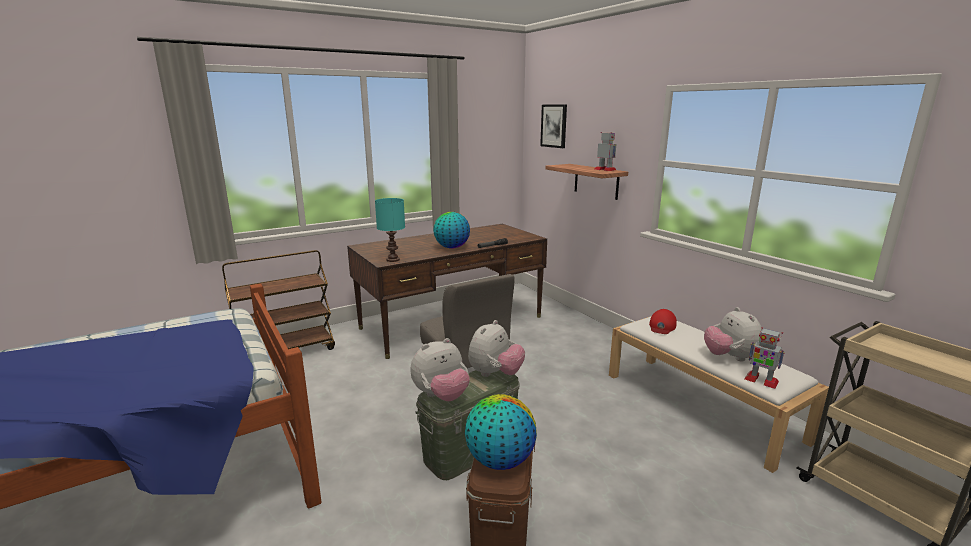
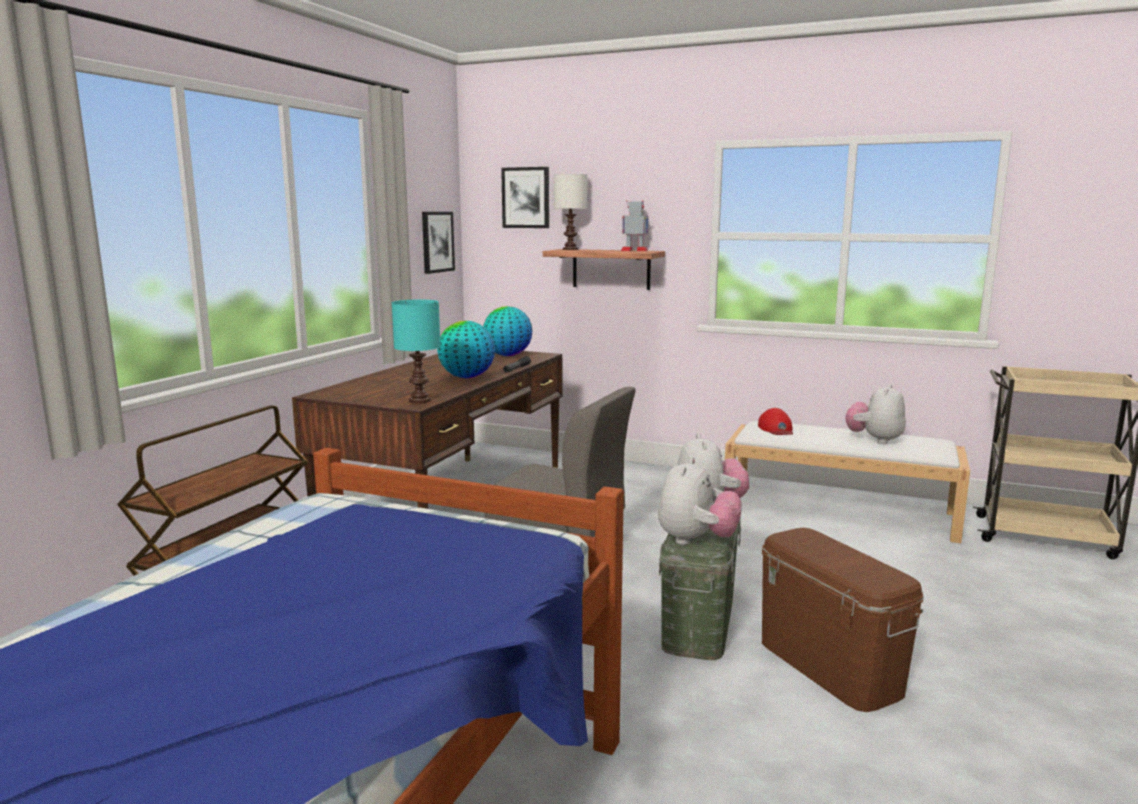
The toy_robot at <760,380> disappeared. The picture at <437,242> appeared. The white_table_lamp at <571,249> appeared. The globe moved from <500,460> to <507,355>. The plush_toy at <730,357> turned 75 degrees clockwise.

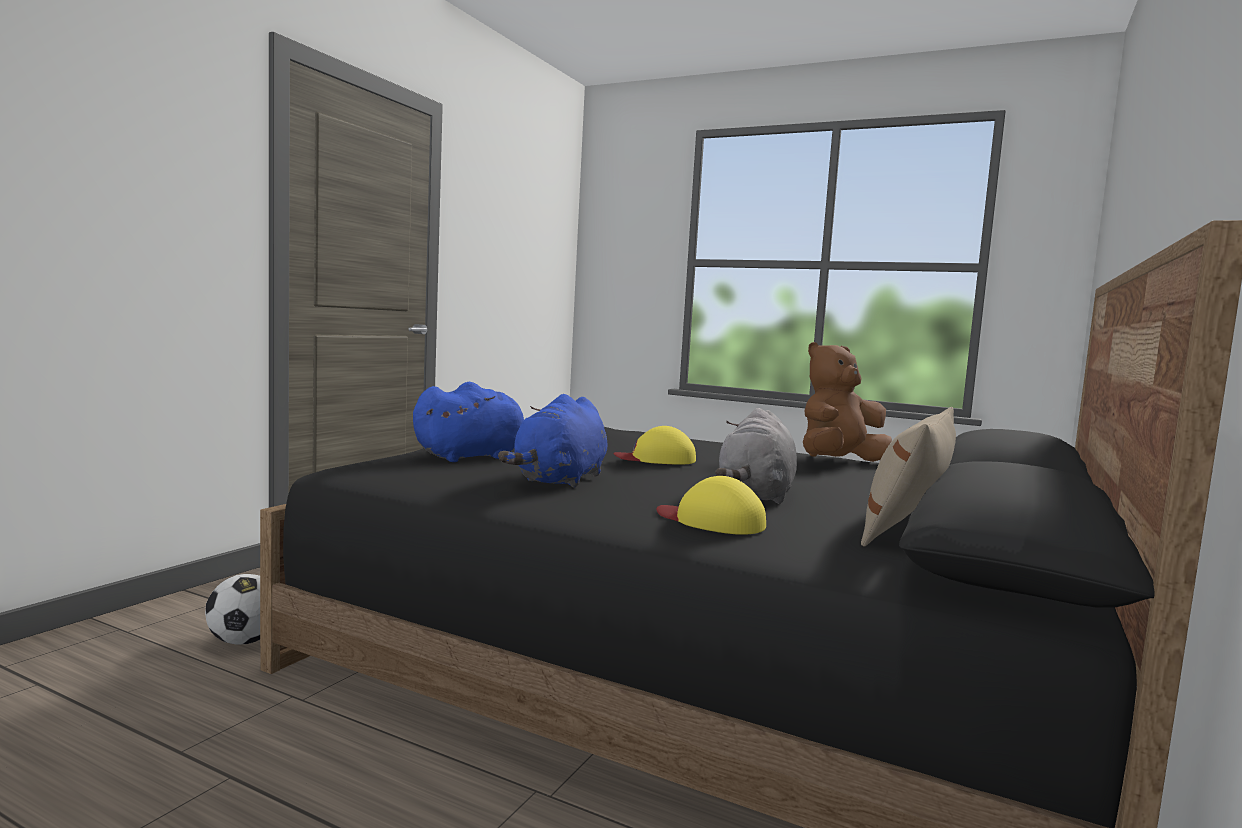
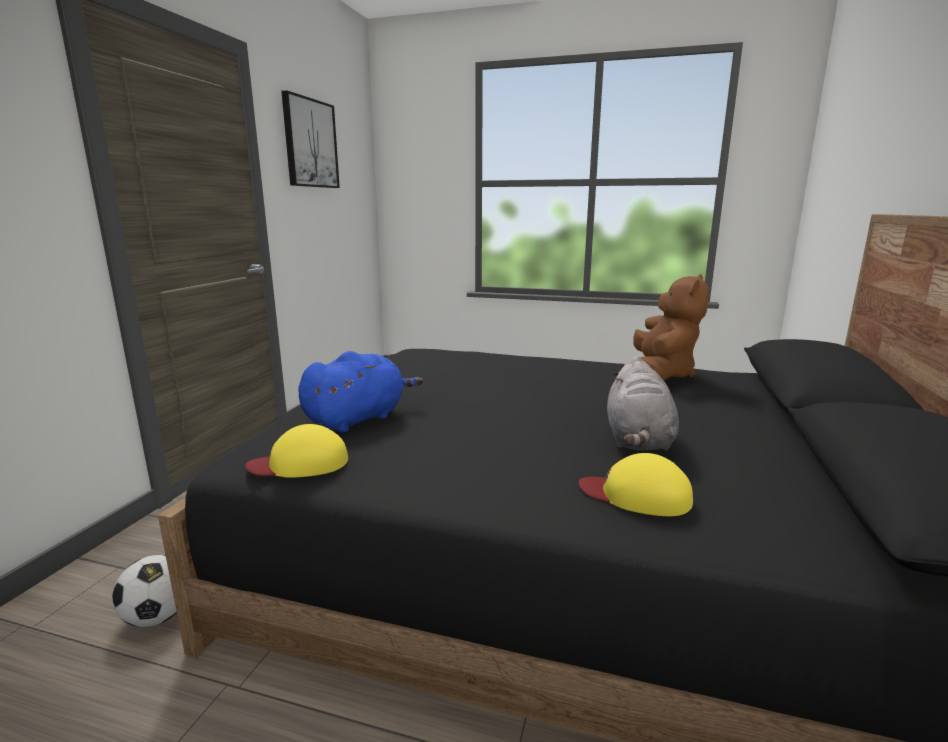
The blue_plush_toy at <560,480> disappeared. The beige_pillow at <907,523> disappeared. The picture at <310,143> appeared. The yellow_cap moved from <656,459> to <300,463>. The brown_plush_toy at <839,462> turned 150 degrees clockwise.

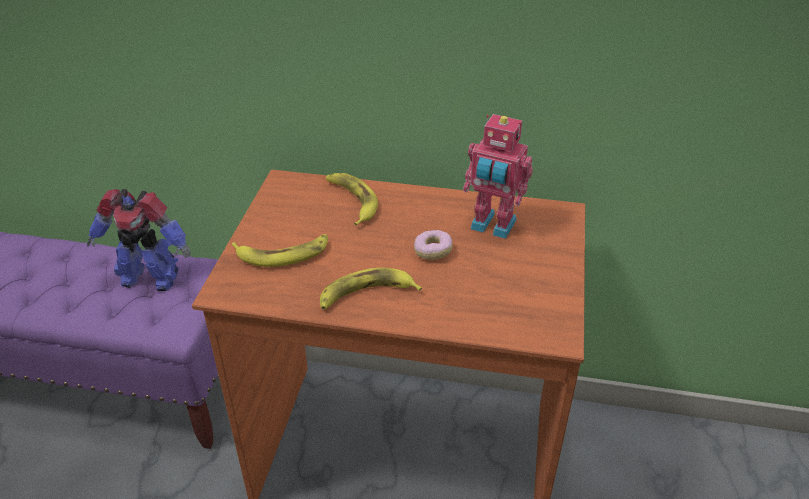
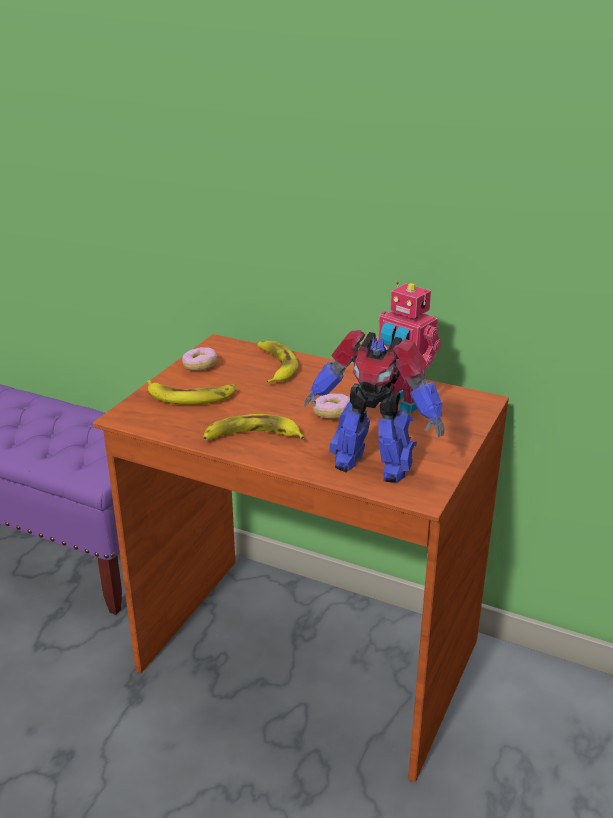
The donut at <200,366> appeared. The toy_robot moved from <150,277> to <372,463>.

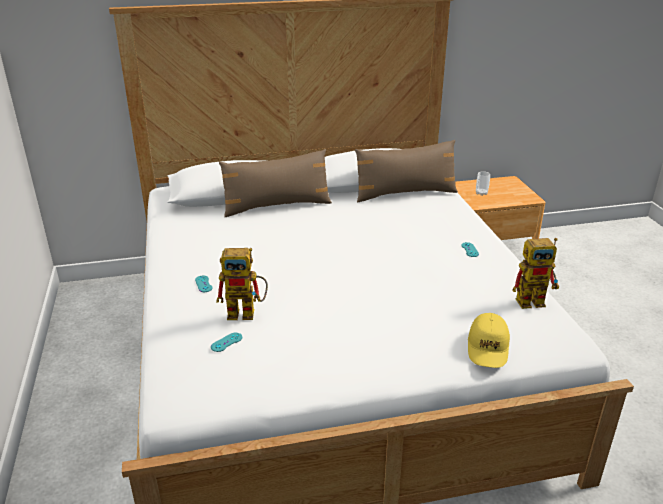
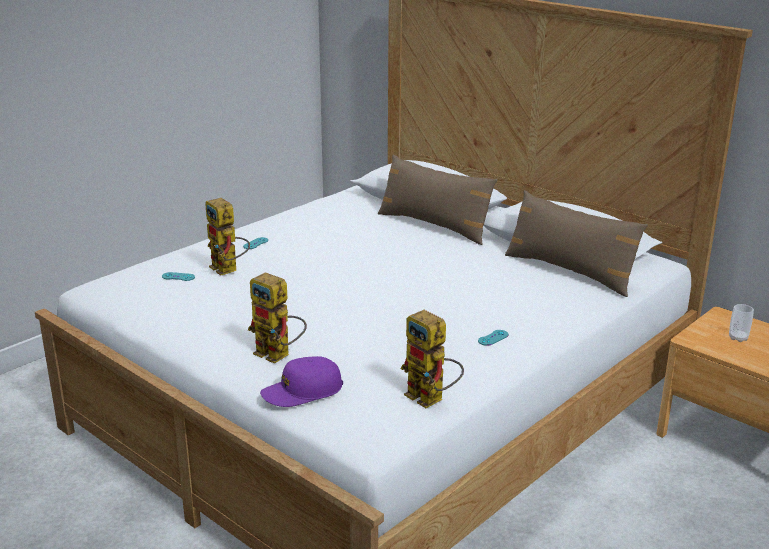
The toy_robot at <279,355> appeared. The yellow_cap at <488,347> became the purple_cap at <302,392>.

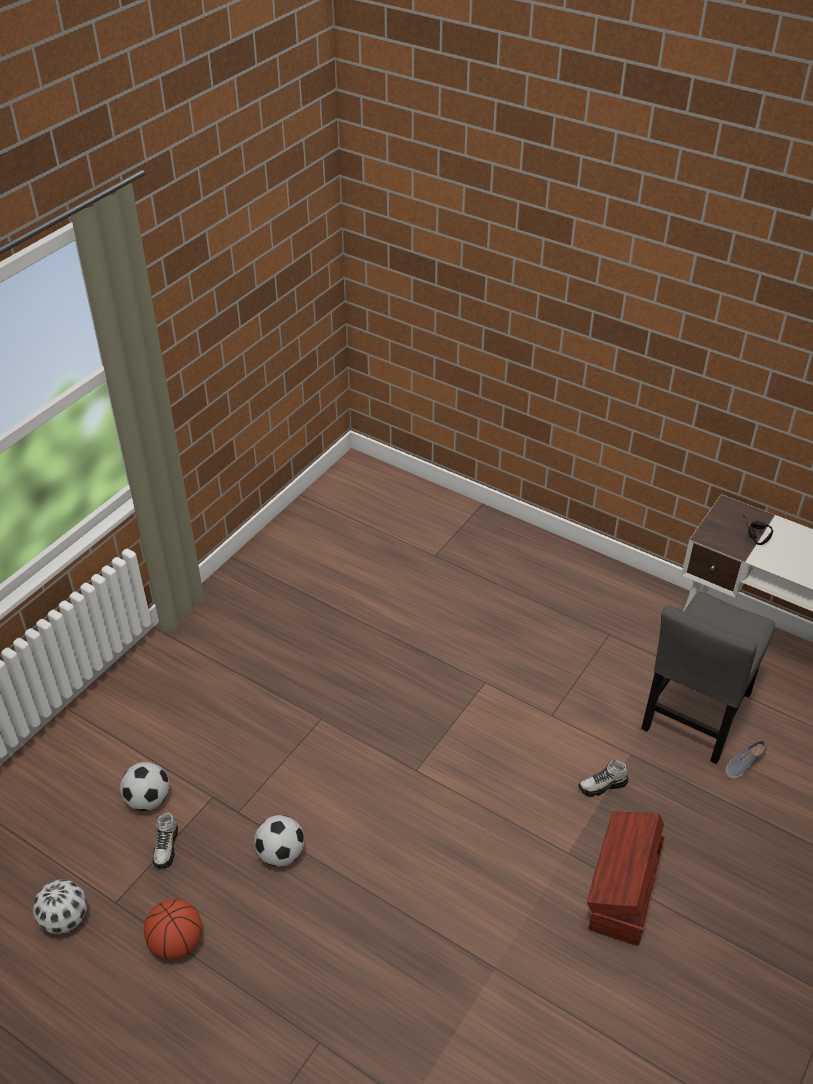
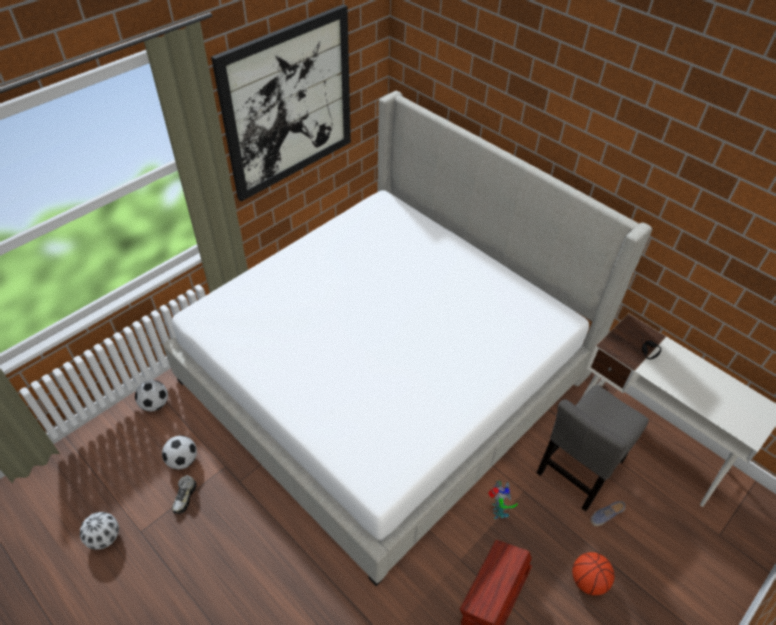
The bed at <385,377> appeared. The picture at <288,104> appeared. The basketball moved from <177,943> to <588,581>. The football moved from <281,854> to <155,404>. The shoe at <602,785> was replaced by the toy_robot at <497,512>.

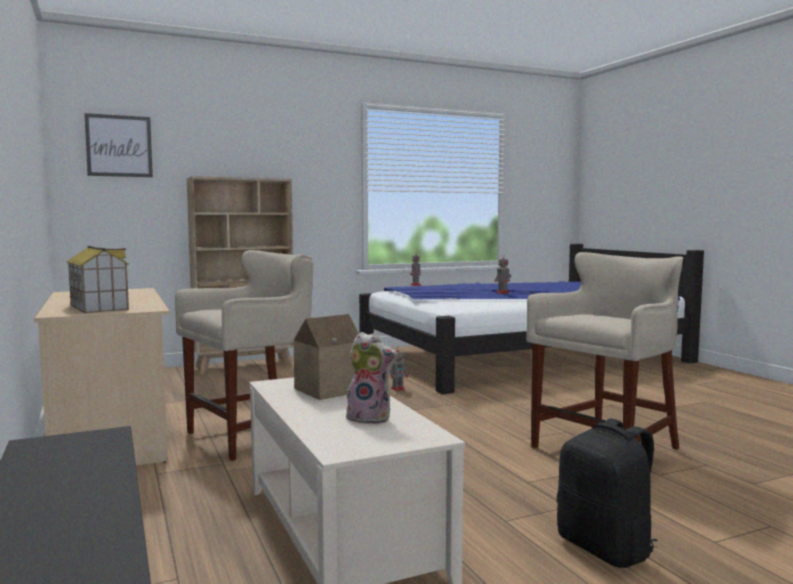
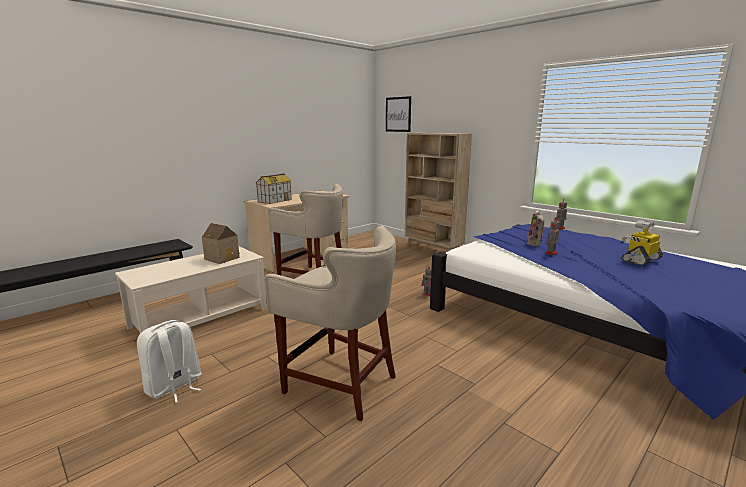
The toy_robot at <640,260> appeared. The plush_toy moved from <370,418> to <535,244>. The black_backpack at <606,548> became the white_backpack at <174,386>.

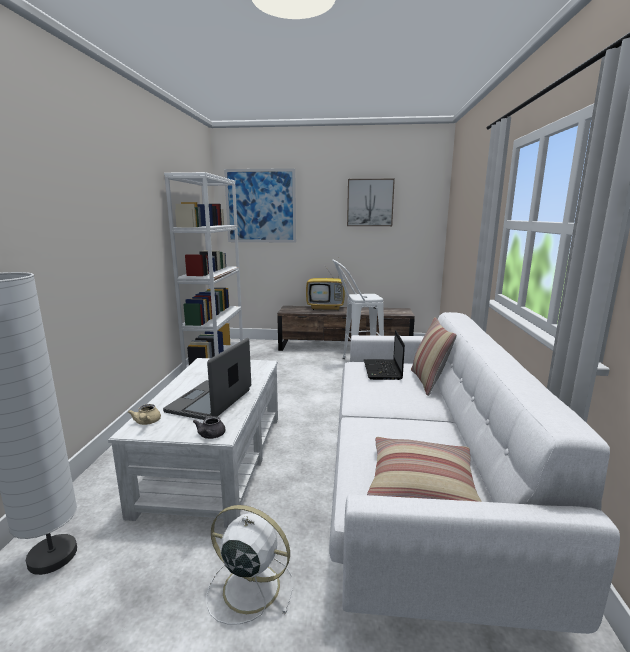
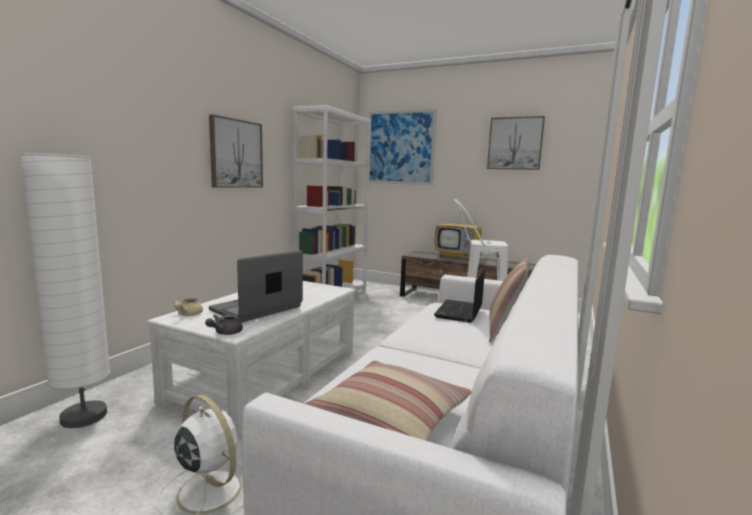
The picture at <236,154> appeared.

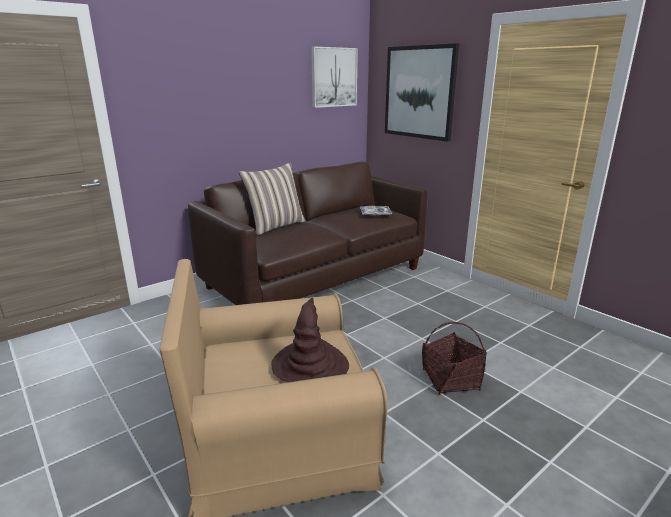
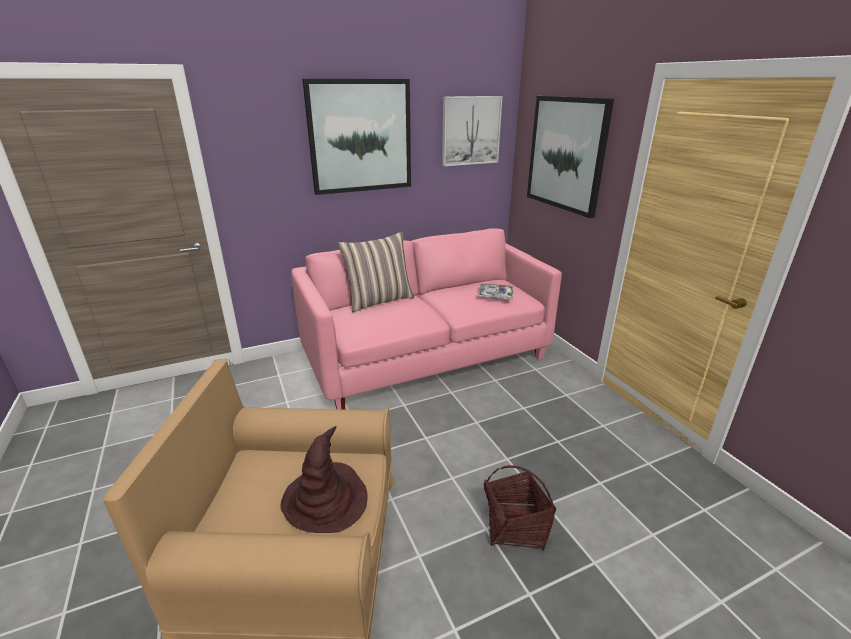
The picture at <360,137> appeared. The brown_sofa at <316,278> became the pink_sofa at <426,356>.

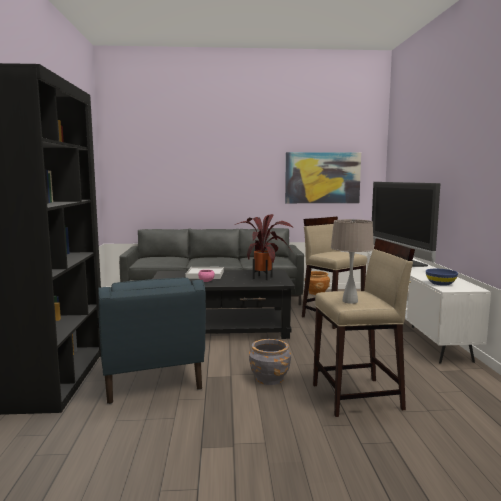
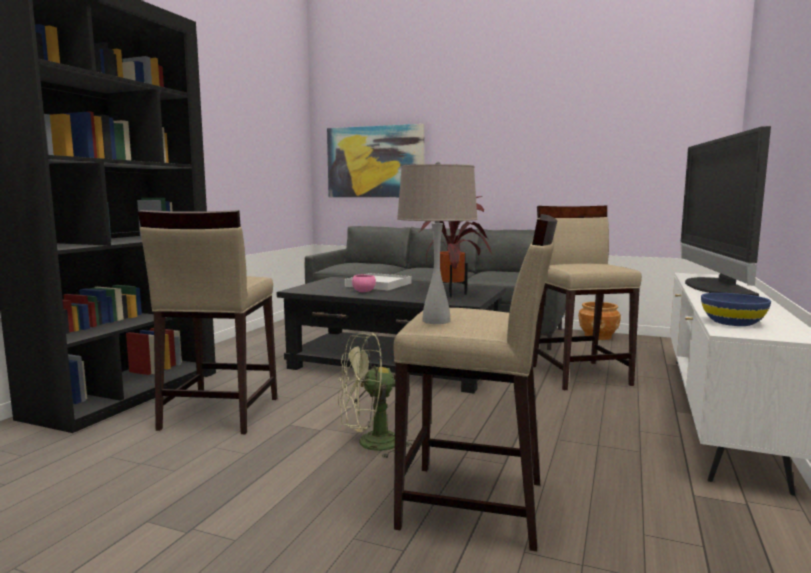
The picture moved from <322,178> to <375,162>. The blue_armchair at <150,379> was replaced by the beige_stool at <219,413>. The grey_planter at <270,378> was replaced by the green_fan at <370,444>.

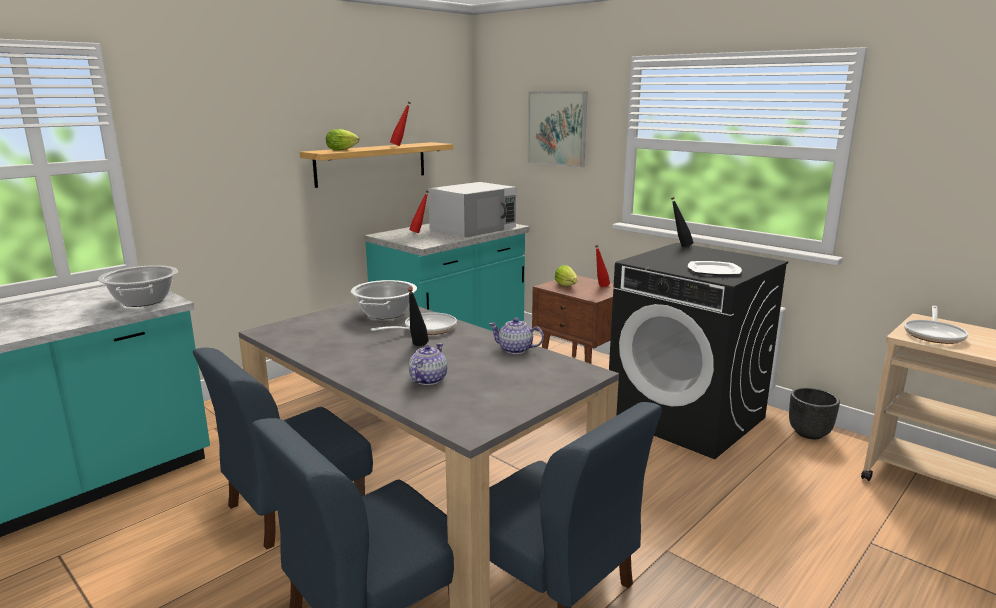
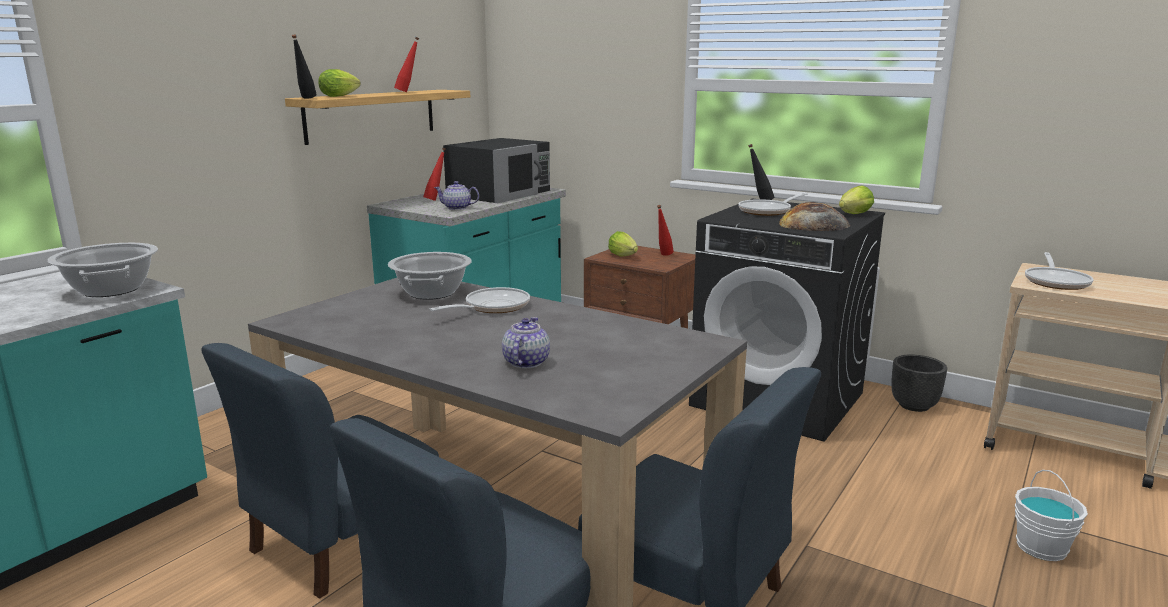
The picture at <557,128> disappeared. The frying_pan at <768,211> appeared. The lettuce at <853,215> appeared. The white_bucket at <1042,547> appeared. The black_bottle moved from <417,347> to <306,98>. The teapot moved from <515,350> to <457,208>. The plate at <714,270> was replaced by the bread at <814,224>. The white_microwave at <474,228> became the black_microwave at <500,193>.

